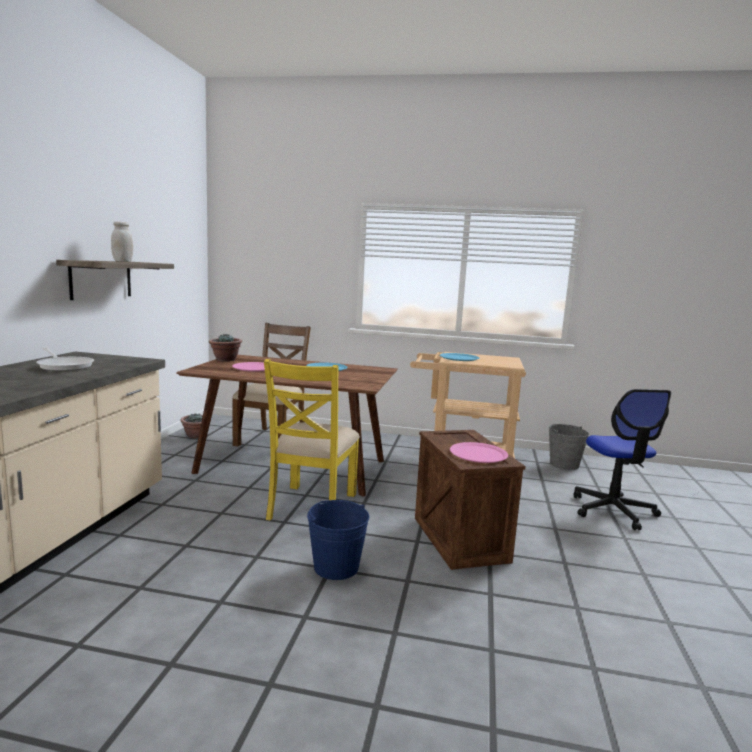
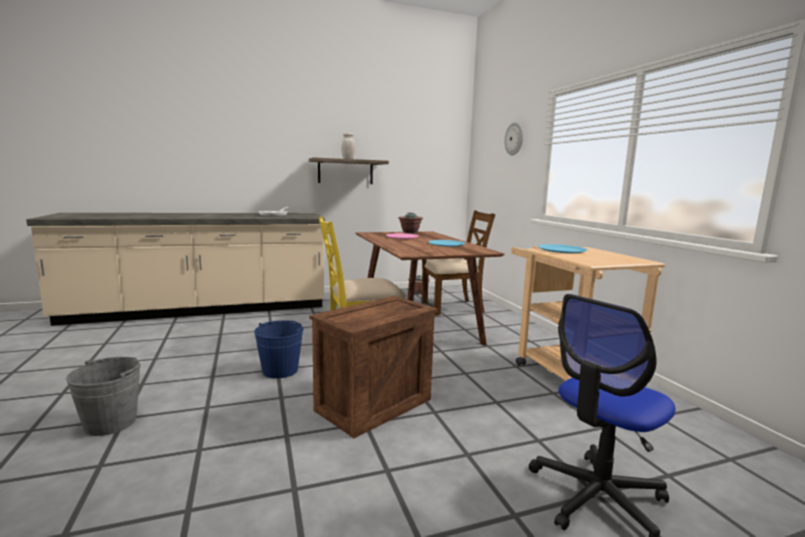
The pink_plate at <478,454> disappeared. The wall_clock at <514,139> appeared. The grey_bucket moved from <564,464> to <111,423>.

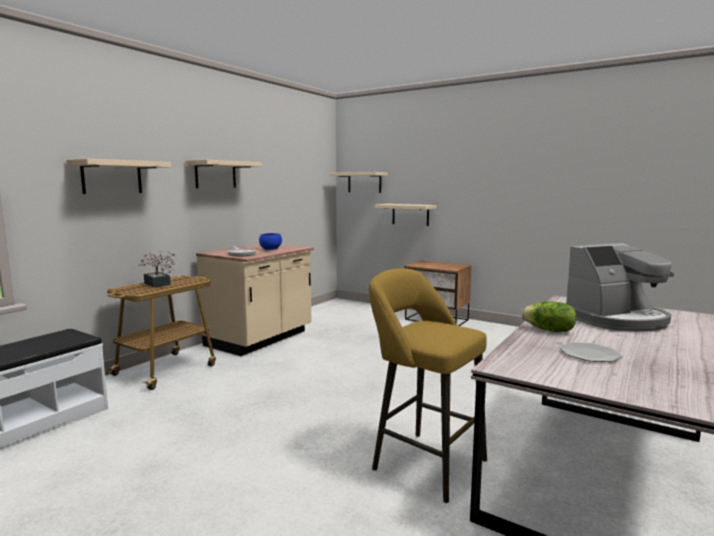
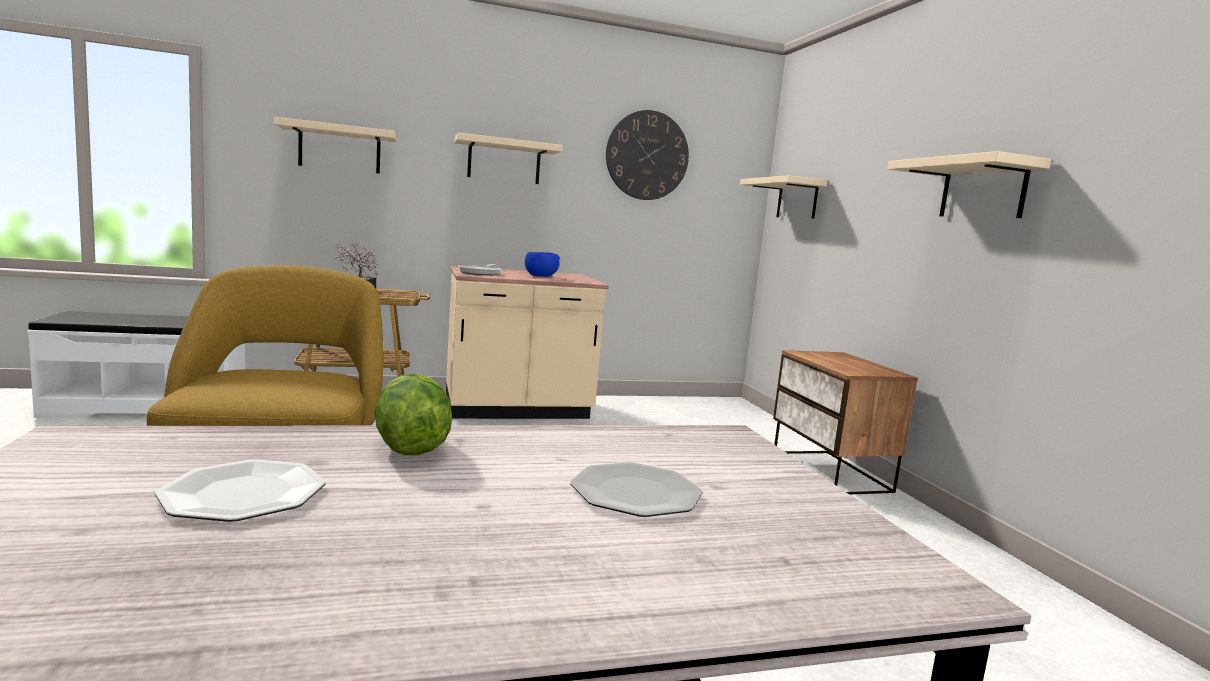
The wall_clock at <647,155> appeared. The beige_shelf moved from <410,214> to <983,190>. The coffee_machine at <616,320> was replaced by the plate at <636,493>.

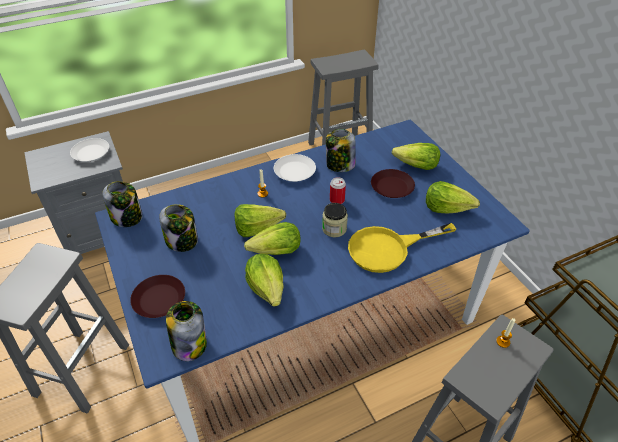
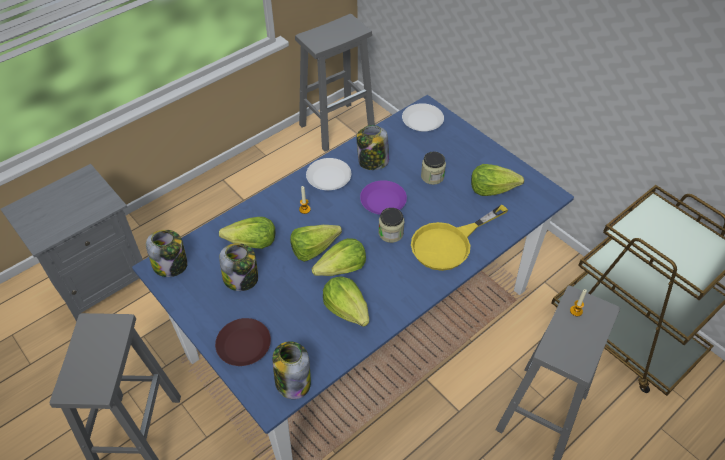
The white_plate moved from <91,153> to <422,121>. The lettuce moved from <416,166> to <252,243>. The can at <337,200> was replaced by the purple_plate at <383,201>. The brown_plate at <391,187> was replaced by the jar at <432,176>.

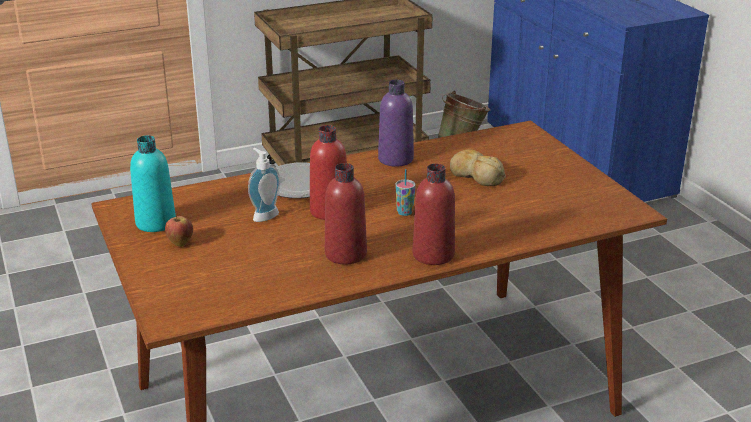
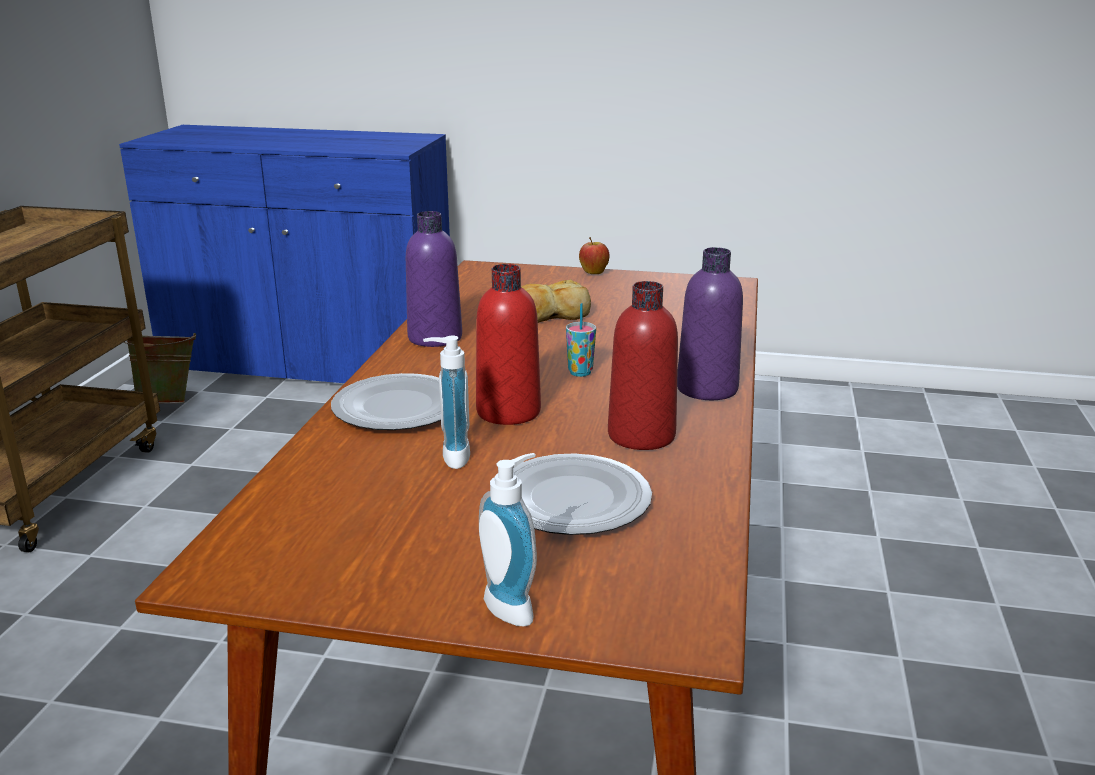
The turquoise_bottle at <156,223> disappeared. The soap_dispenser at <514,606> appeared. The plate at <574,499> appeared. The apple moved from <180,243> to <593,273>. The red_bottle at <433,255> became the purple_bottle at <707,389>.

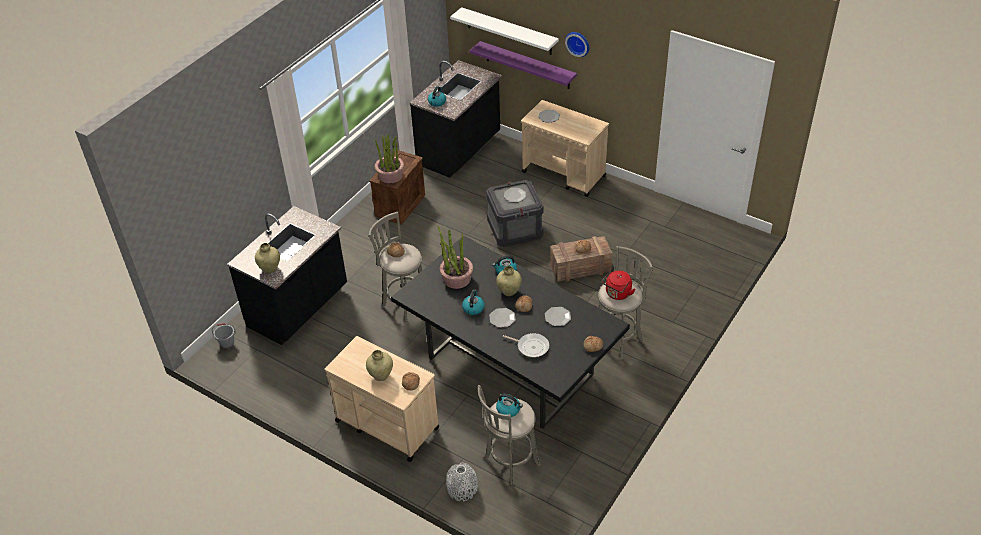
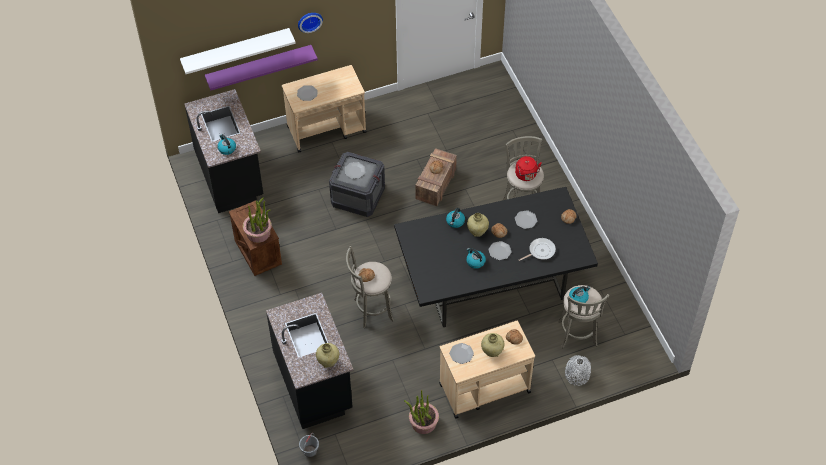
The plate at <461,353> appeared. The potted_plant moved from <456,278> to <423,423>.

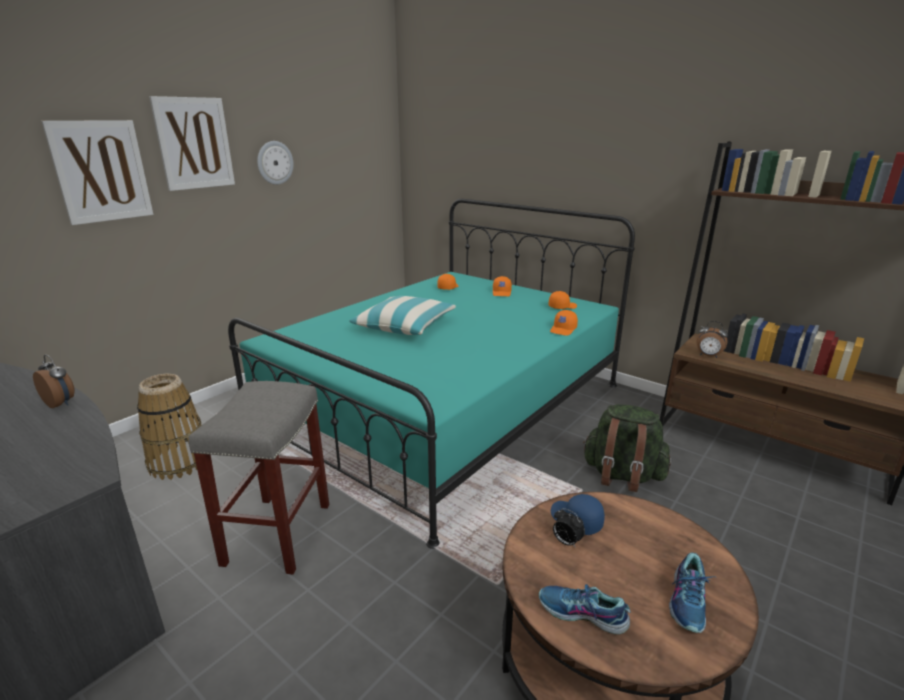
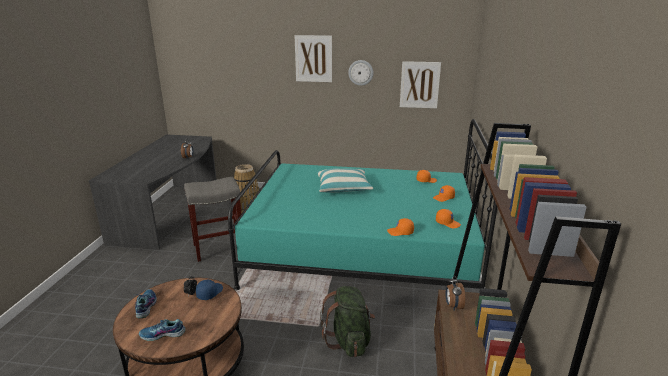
The picture moved from <101,171> to <419,85>.

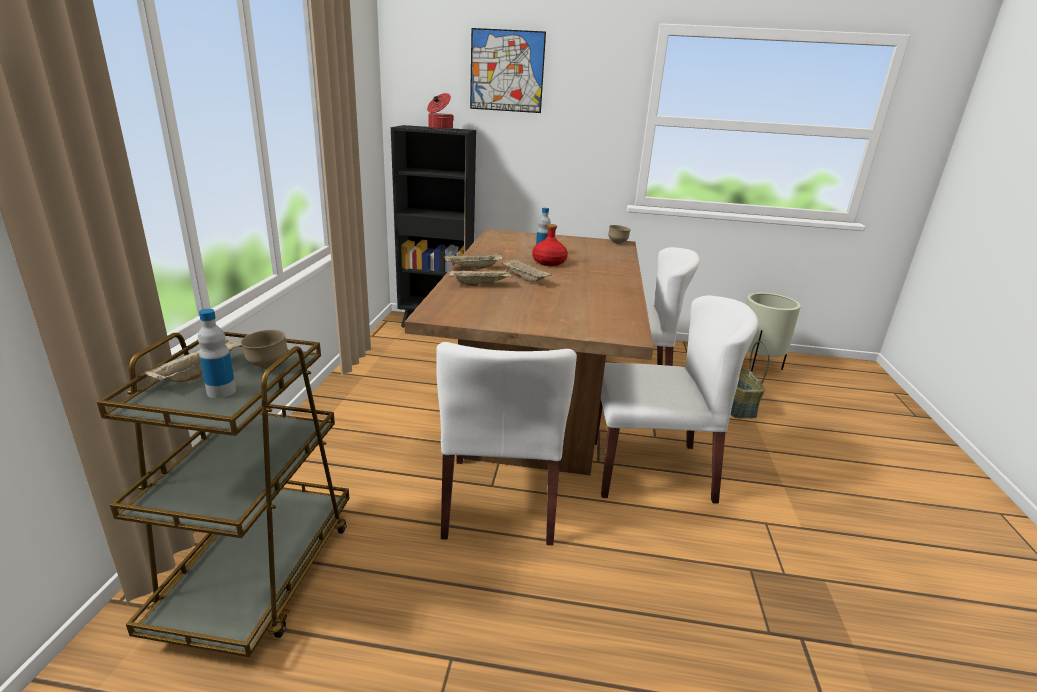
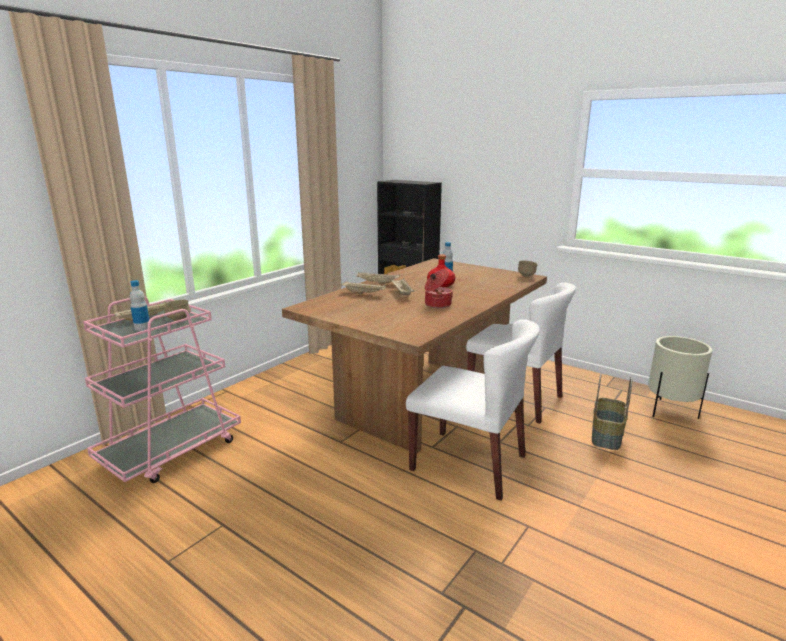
The white_chair at <500,499> disappeared. The picture at <507,71> disappeared. The cooking_pot moved from <440,128> to <437,304>. The brown_cart at <259,573> became the pink_cart at <171,450>.

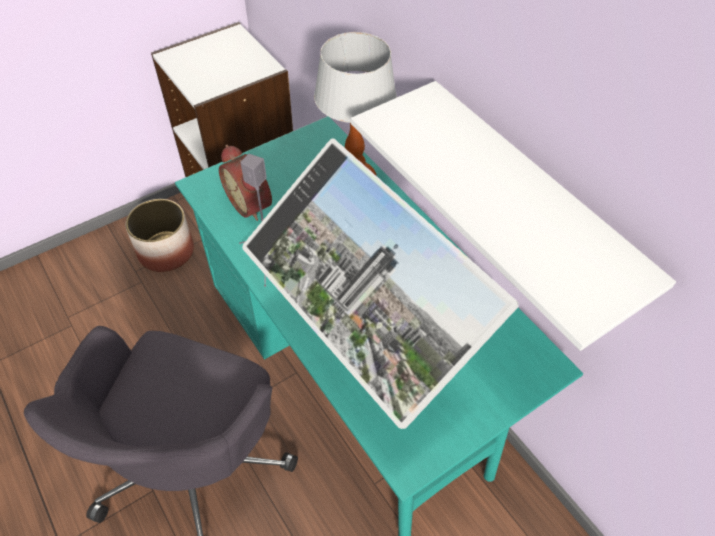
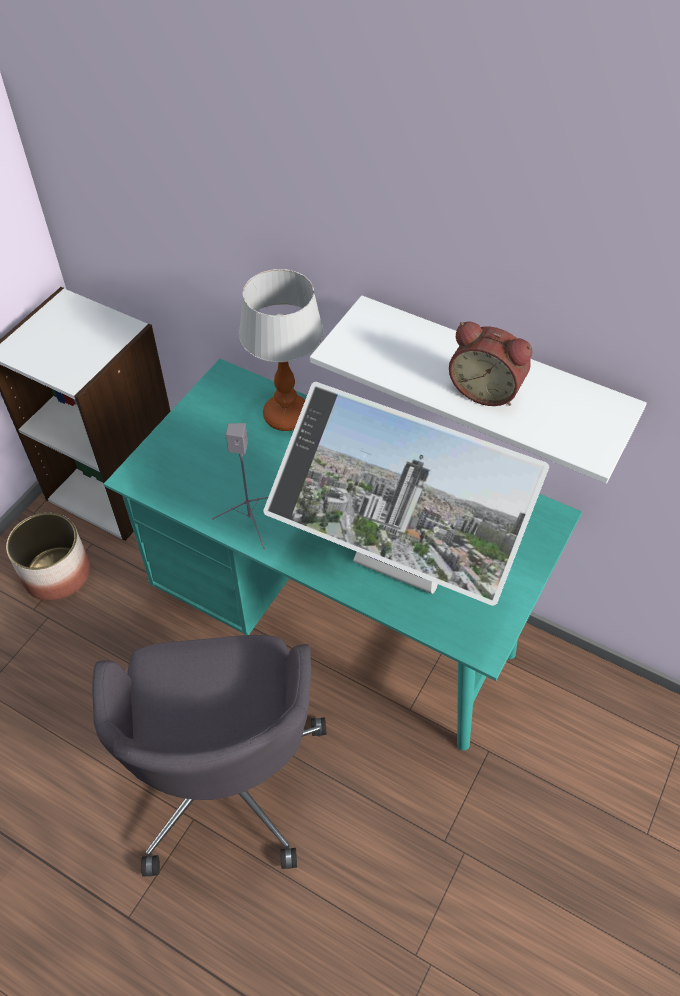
The alarm_clock moved from <252,204> to <486,389>.

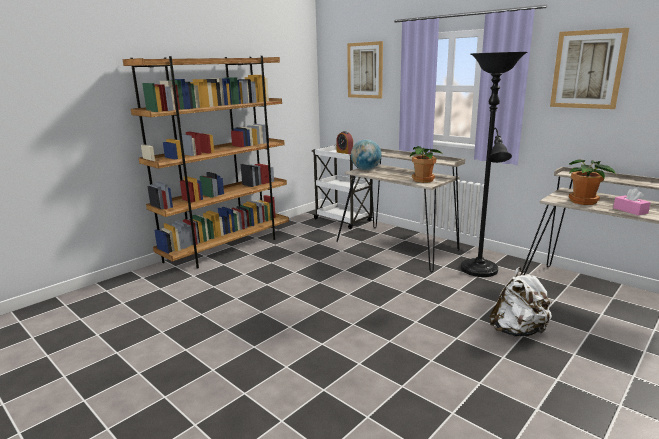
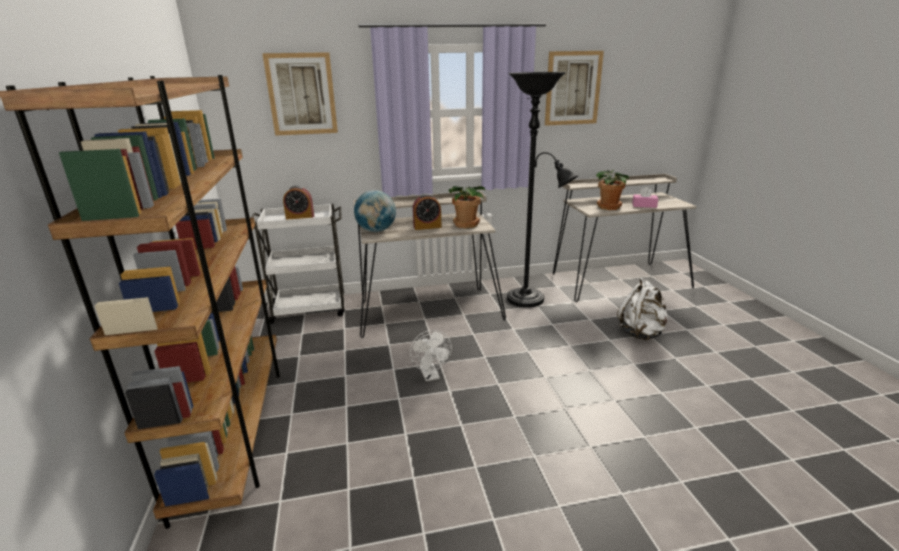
The white_fan at <431,376> appeared. The alarm_clock at <427,227> appeared.

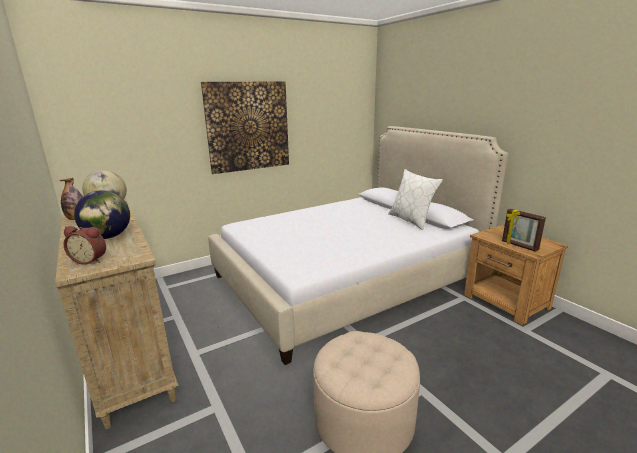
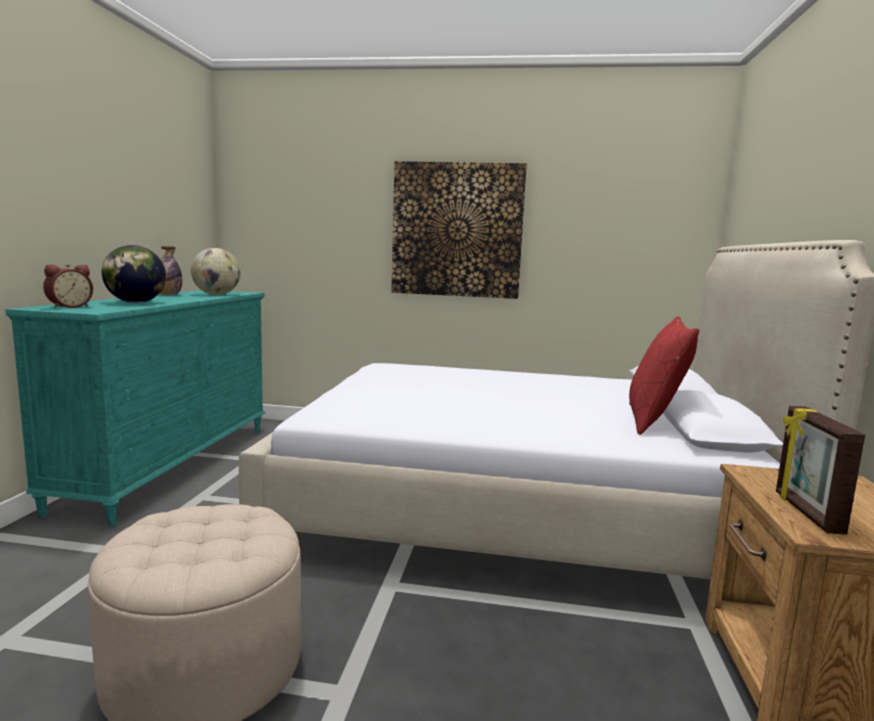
The beige_dresser at <128,345> became the turquoise_dresser at <173,464>. The white_pillow at <411,220> became the red_pillow at <654,420>. The alarm_clock at <90,260> turned 105 degrees counterclockwise.

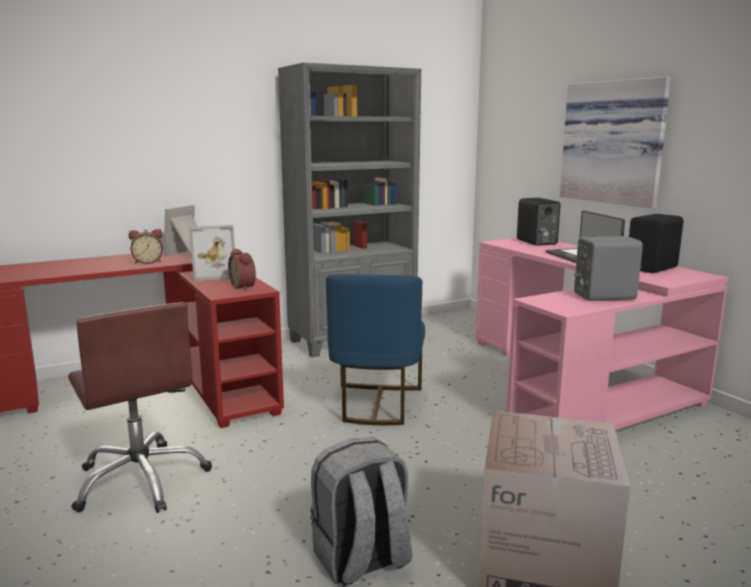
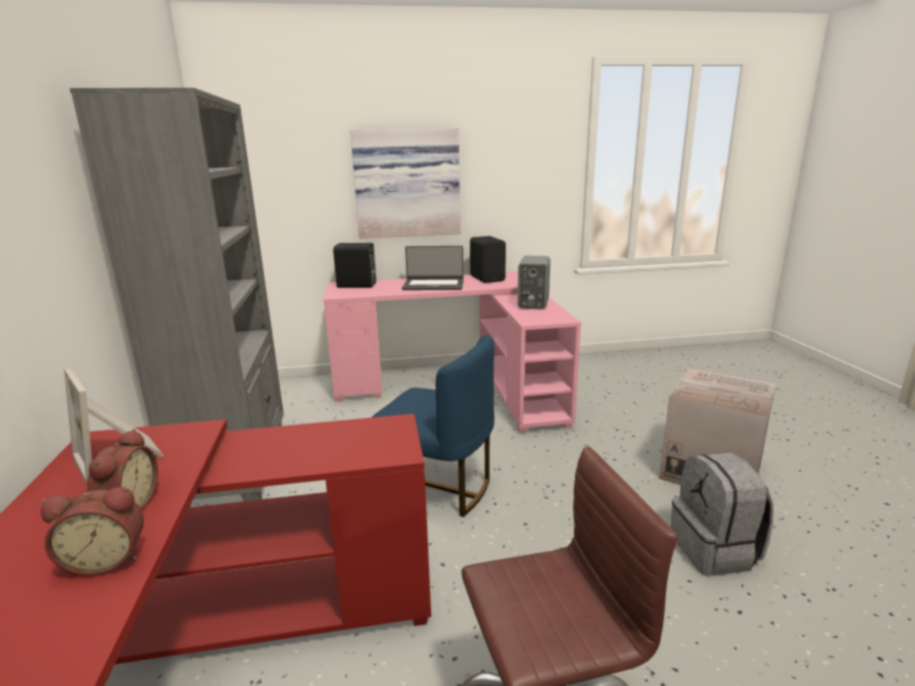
The picture_frame at <213,275> disappeared. The alarm_clock moved from <244,287> to <107,559>.

